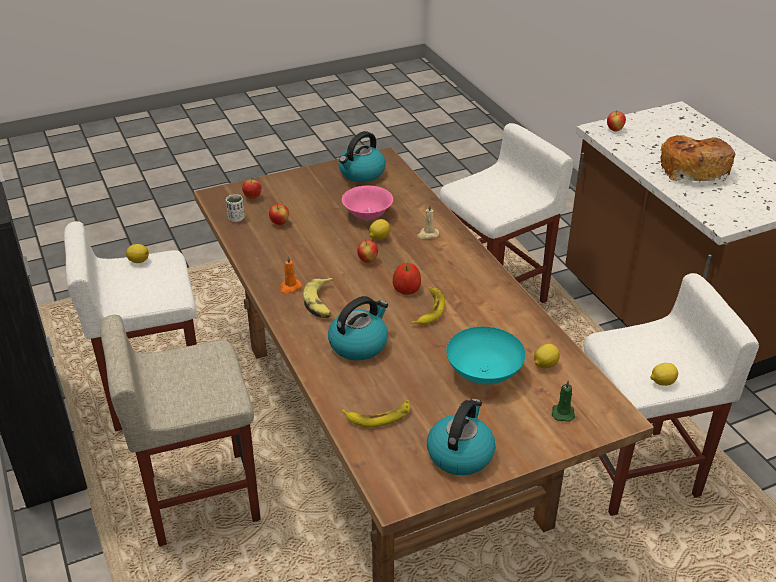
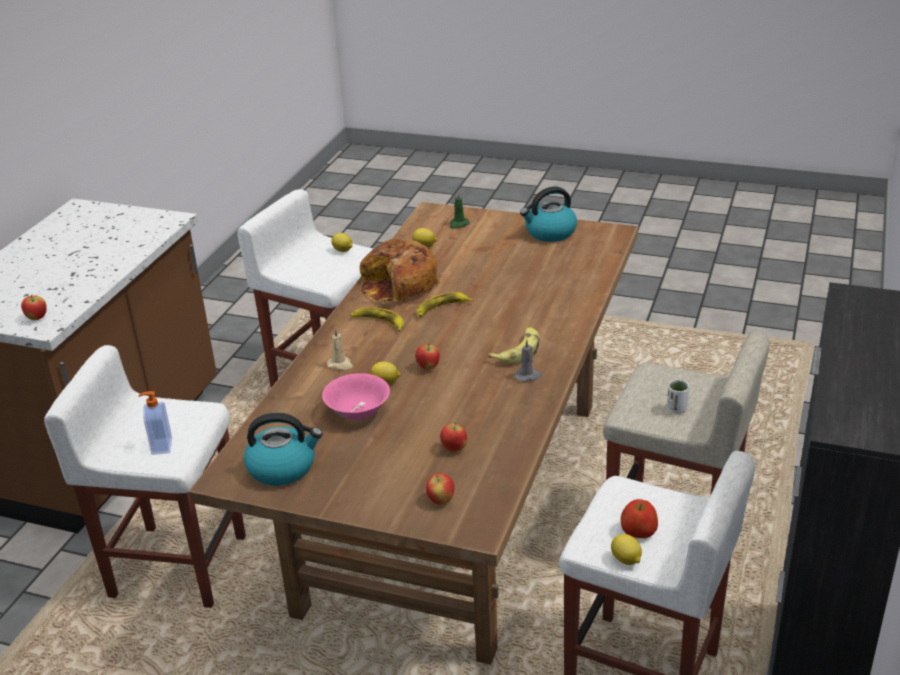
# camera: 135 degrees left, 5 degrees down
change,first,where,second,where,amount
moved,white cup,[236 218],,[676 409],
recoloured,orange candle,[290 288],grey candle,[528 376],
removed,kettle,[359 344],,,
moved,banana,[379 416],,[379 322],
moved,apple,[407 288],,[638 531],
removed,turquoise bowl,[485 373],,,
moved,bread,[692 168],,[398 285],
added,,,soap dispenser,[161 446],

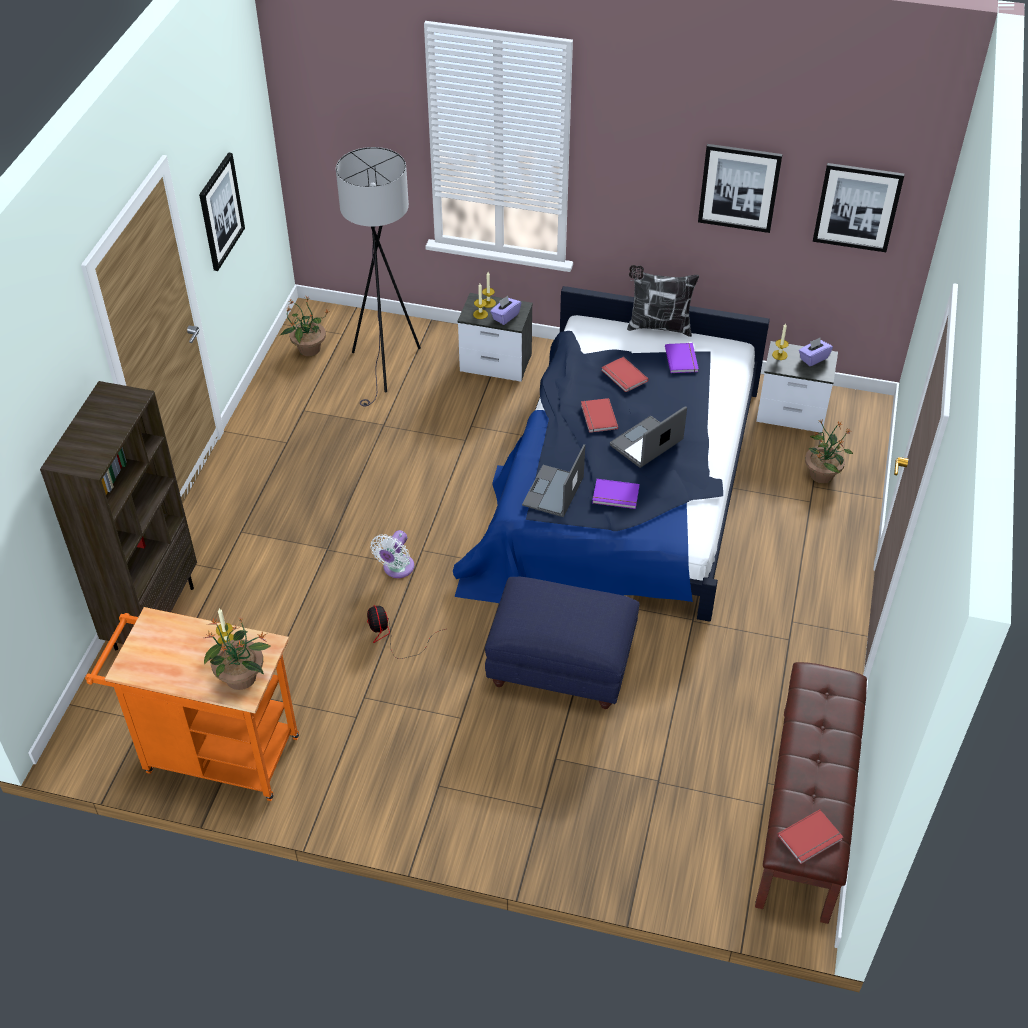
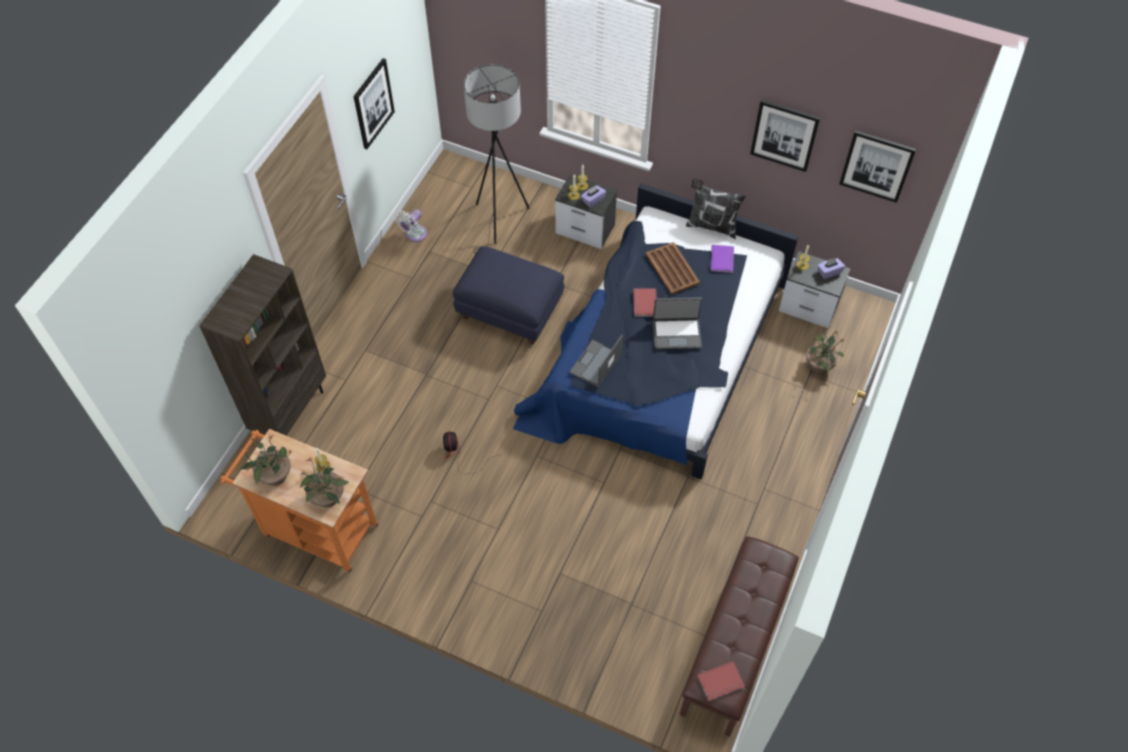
# camera: 10 degrees right, 10 degrees up
change,first,where,second,where,amount
moved,potted plant,[308 349],,[274 476],
moved,white fan,[396 569],,[414 235],
moved,blue ottoman,[562 666],,[511 311],
removed,purple book,[615 496],,,
replaced,red book,[623 376],brown tray,[672 269],
turned,laptop,[647 444],,[676 333],150 degrees counterclockwise

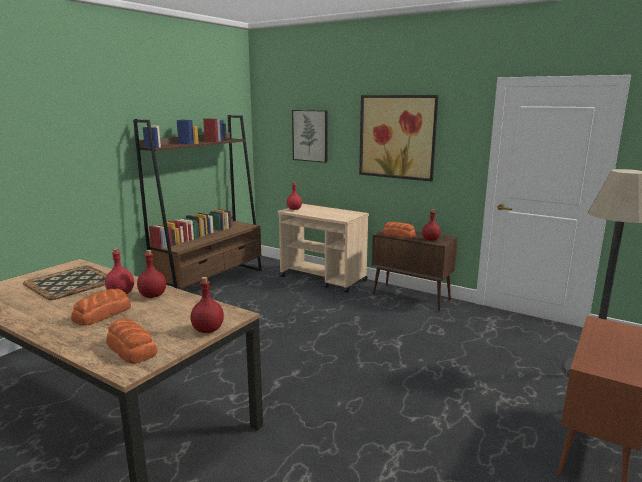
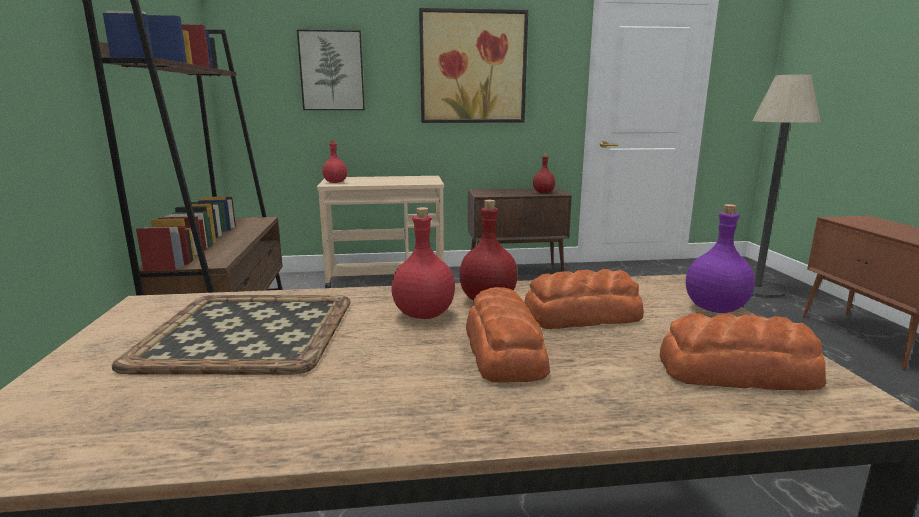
# camera: 40 degrees left, 0 degrees up
change,first,where,second,where,amount
recoloured,red bottle,[207 330],purple bottle,[714 308],
moved,bread,[398 235],,[580 316],

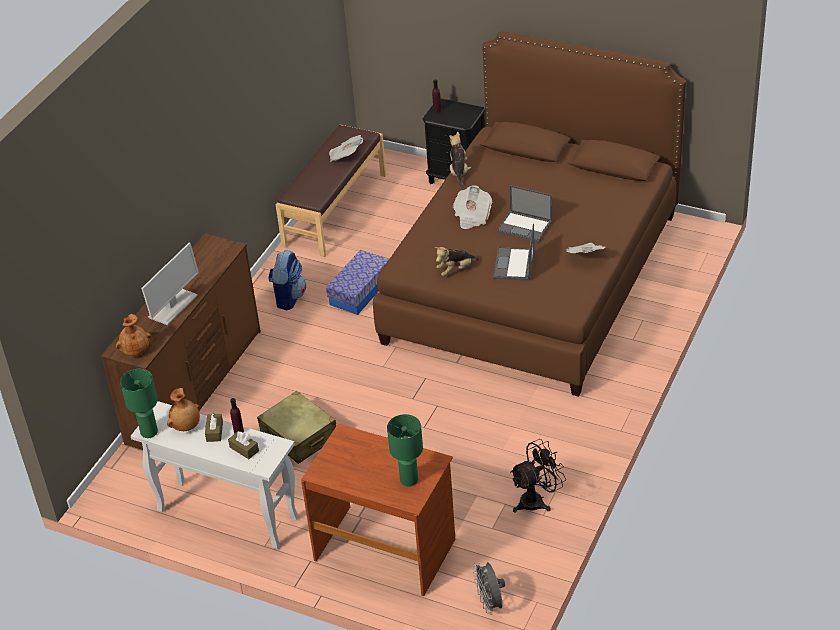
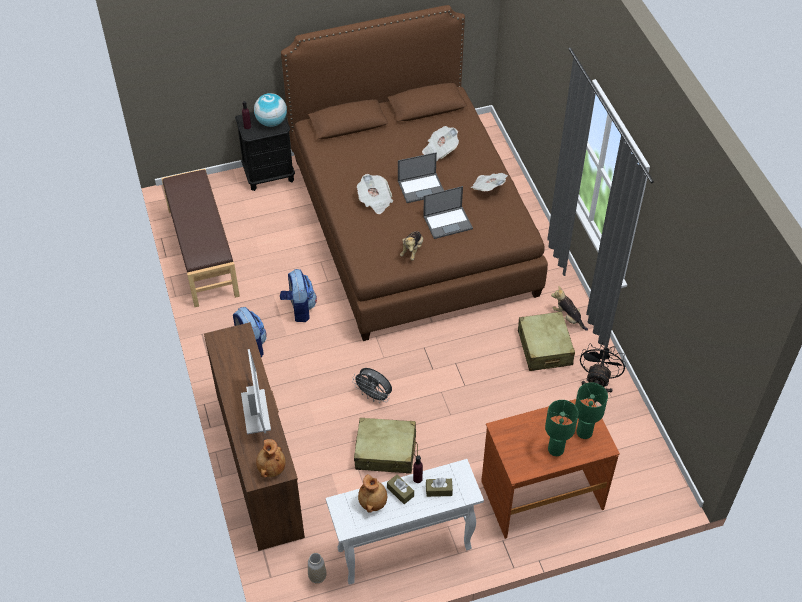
# camera: 45 degrees left, 10 degrees up
change,first,where,second,where,amount
moved,green table lamp,[149 432],,[556 449],
replaced,storage box,[360 291],backpack,[299 308],
moved,newspaper,[345 156],,[440 150],
moved,plush toy,[459 172],,[568 317],
moved,grey fan,[490 603],,[374 396],
turned,laptop,[514 265],,[448 222],75 degrees counterclockwise
added,,,globe,[271 122],
added,,,vase,[317 577],
added,,,beige suitcase,[544 348],

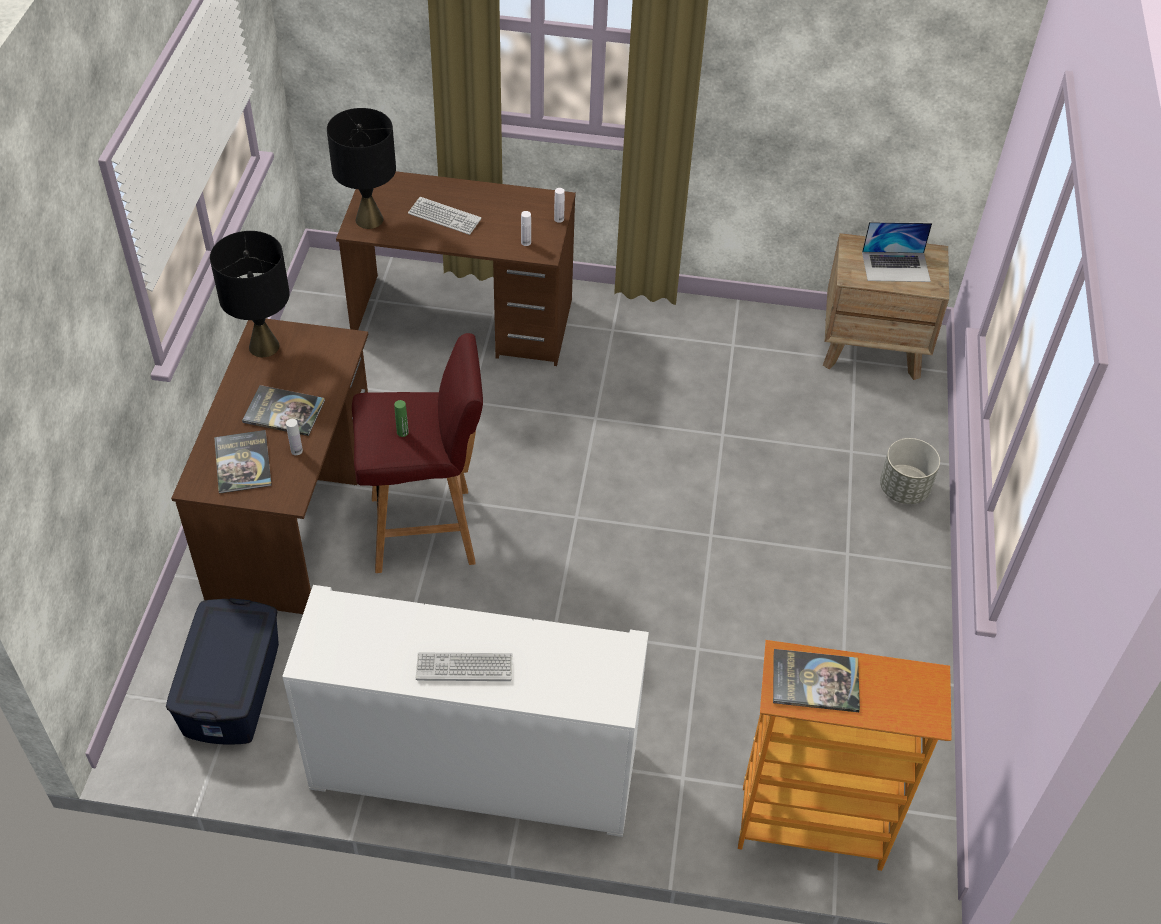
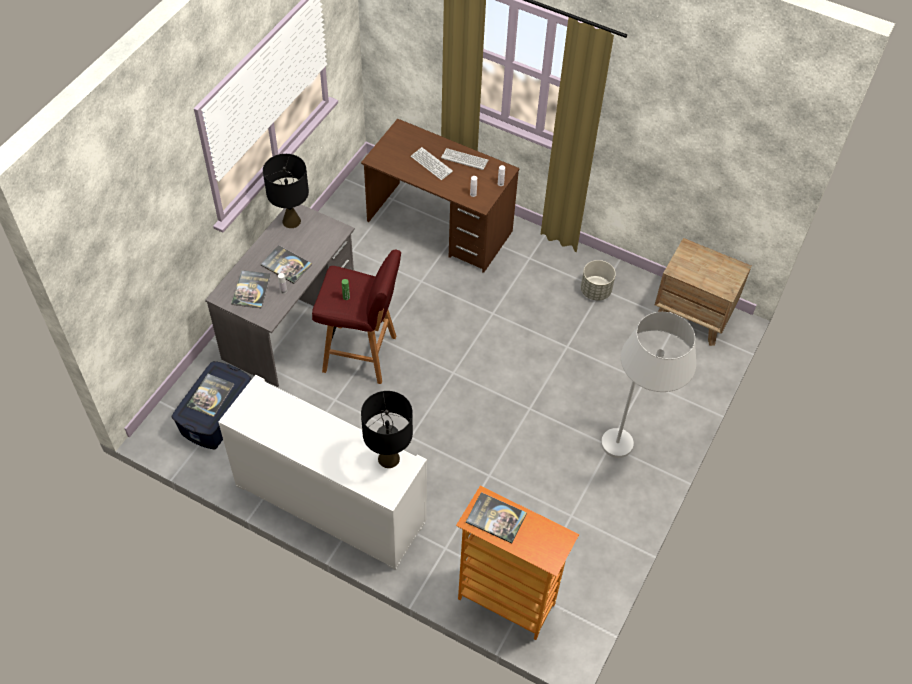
# camera: 20 degrees right, 5 degrees up
change,first,where,second,where,amount
recoloured,brown desk,[293 514],grey desk,[290 322],
moved,black table lamp,[369 219],,[389 458],
moved,keyboard,[464 667],,[464 159],
removed,laptop,[896 266],,,
moved,grey planter,[904 489],,[596 291],
added,,,book,[210 395],
added,,,white floor lamp,[629 456],

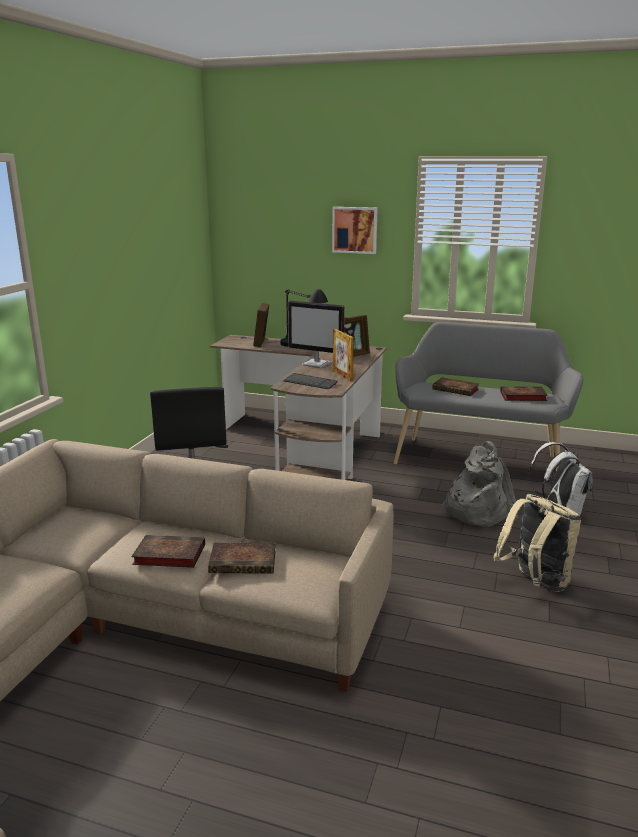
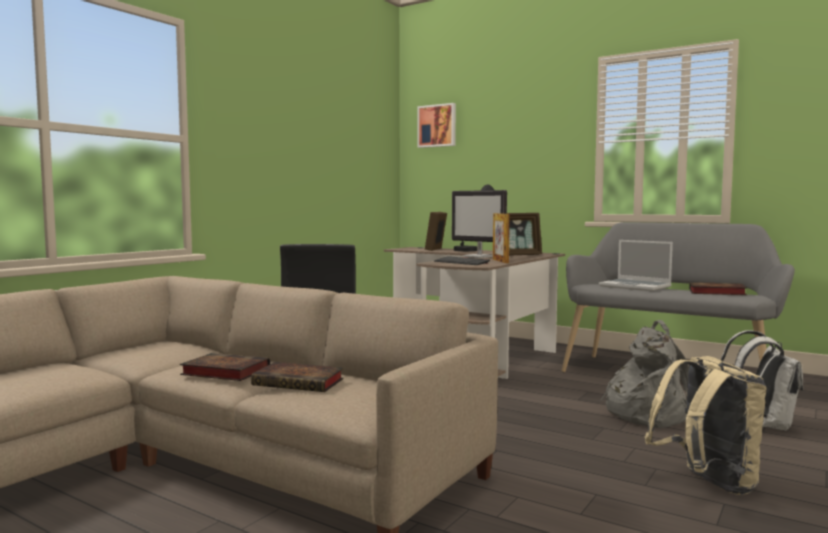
# camera: 15 degrees right, 15 degrees down
change,first,where,second,where,amount
moved,picture,[355 230],,[437 126],
replaced,book,[456 389],laptop,[636 286],

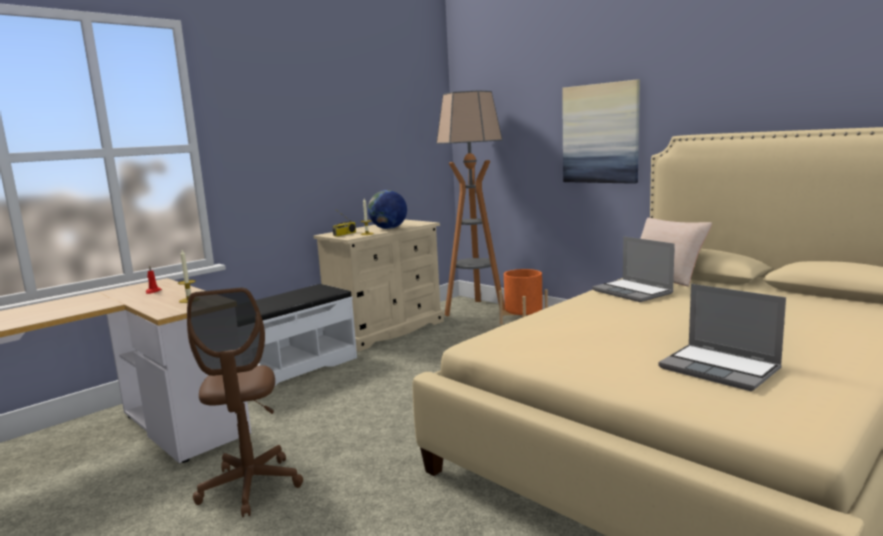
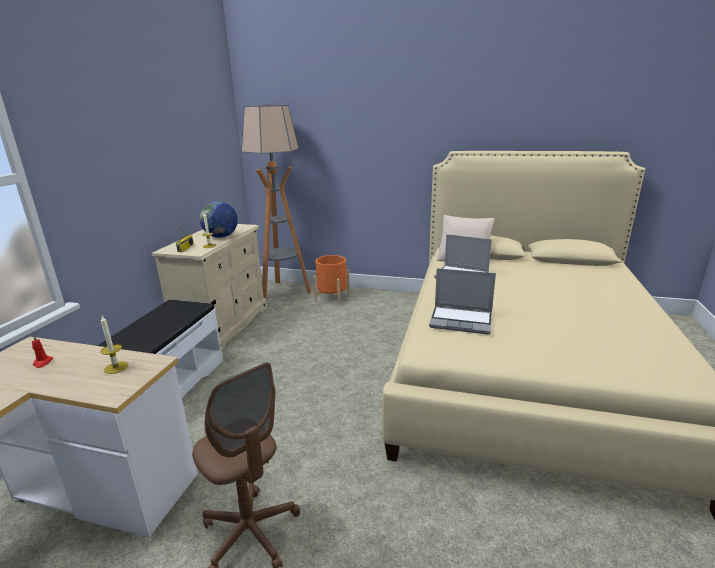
# camera: 30 degrees left, 10 degrees up
change,first,where,second,where,amount
removed,picture,[600 133],,,
moved,laptop,[721 369],,[462 321],

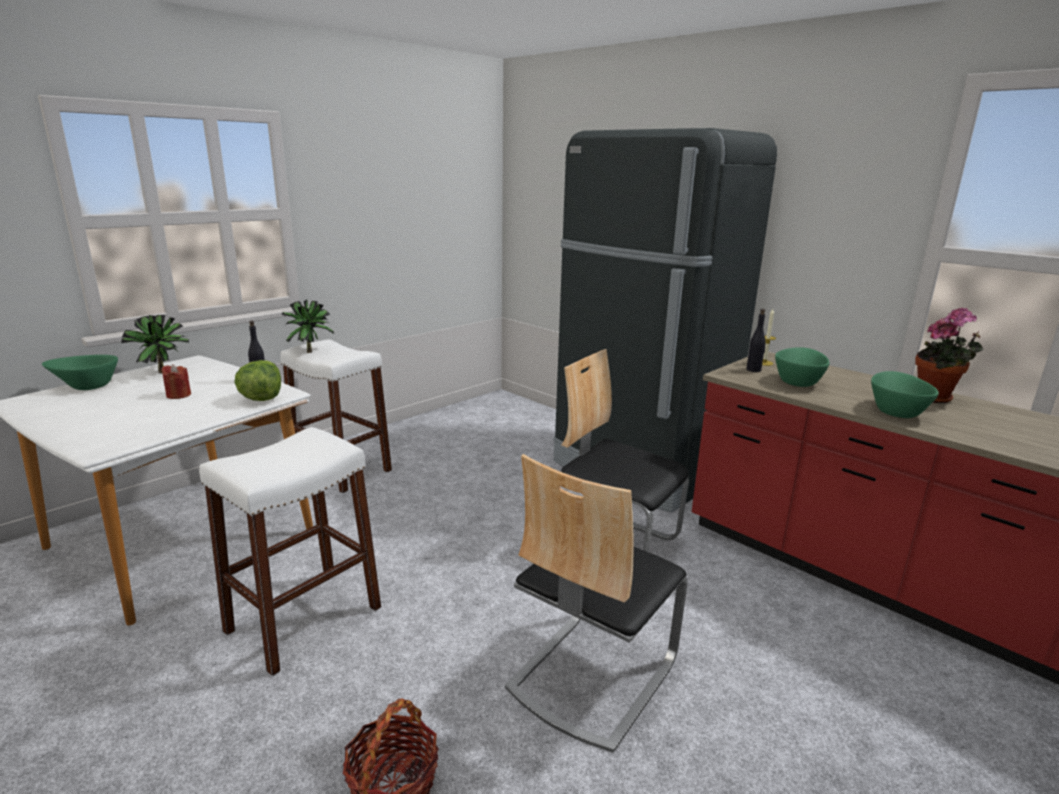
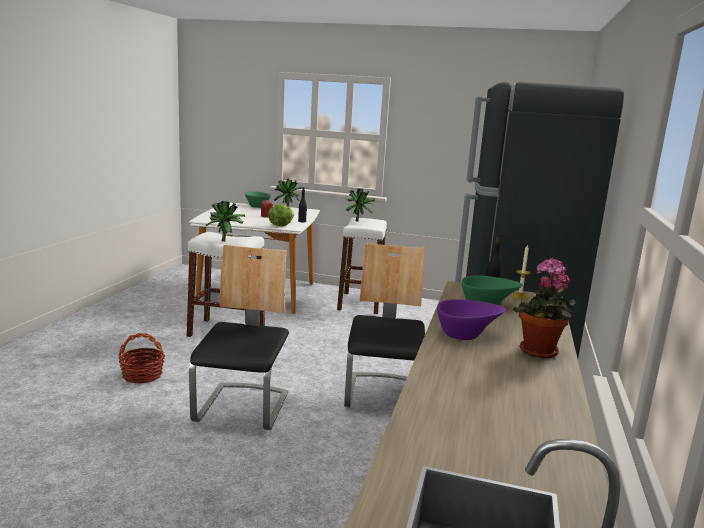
# camera: 60 degrees right, 5 degrees down
change,first,where,second,where,amount
turned,chair,[591 674],,[243 407],90 degrees clockwise
recoloured,green bowl,[896 411],purple bowl,[466 335],
added,,,potted plant,[226 241],

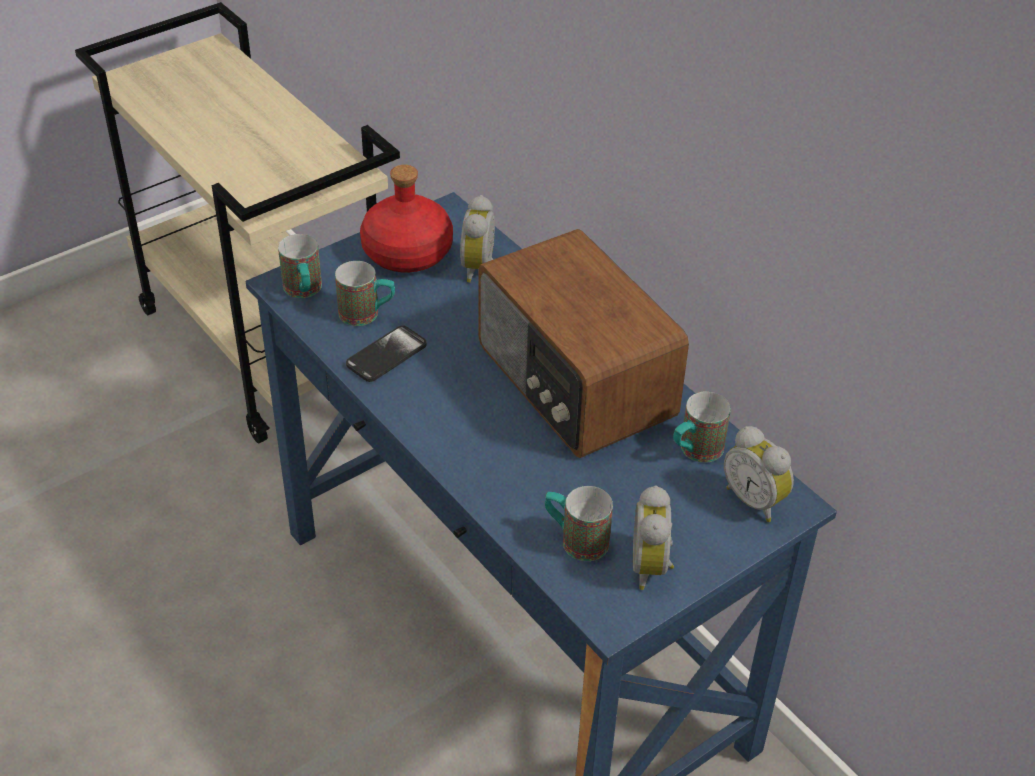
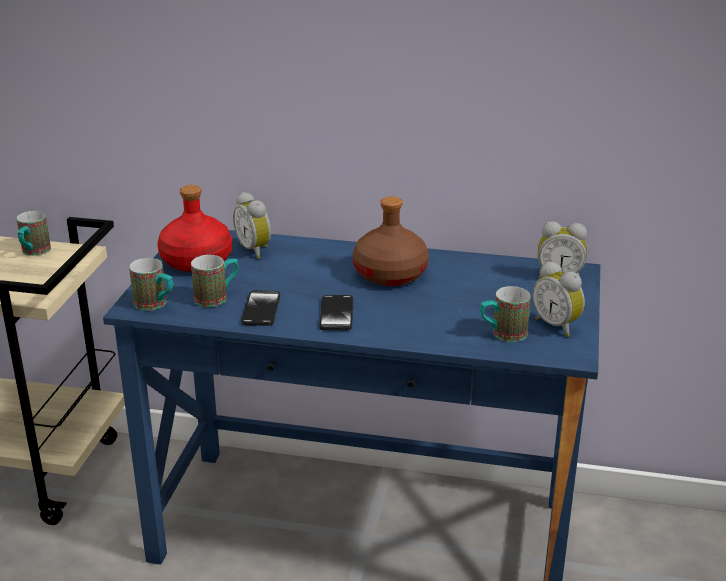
# camera: 40 degrees left, 15 degrees down
change,first,where,second,where,amount
replaced,radio,[573 382],brown bottle,[391 274],
moved,mug,[694 452],,[33 252],
added,,,phone,[336 314],

